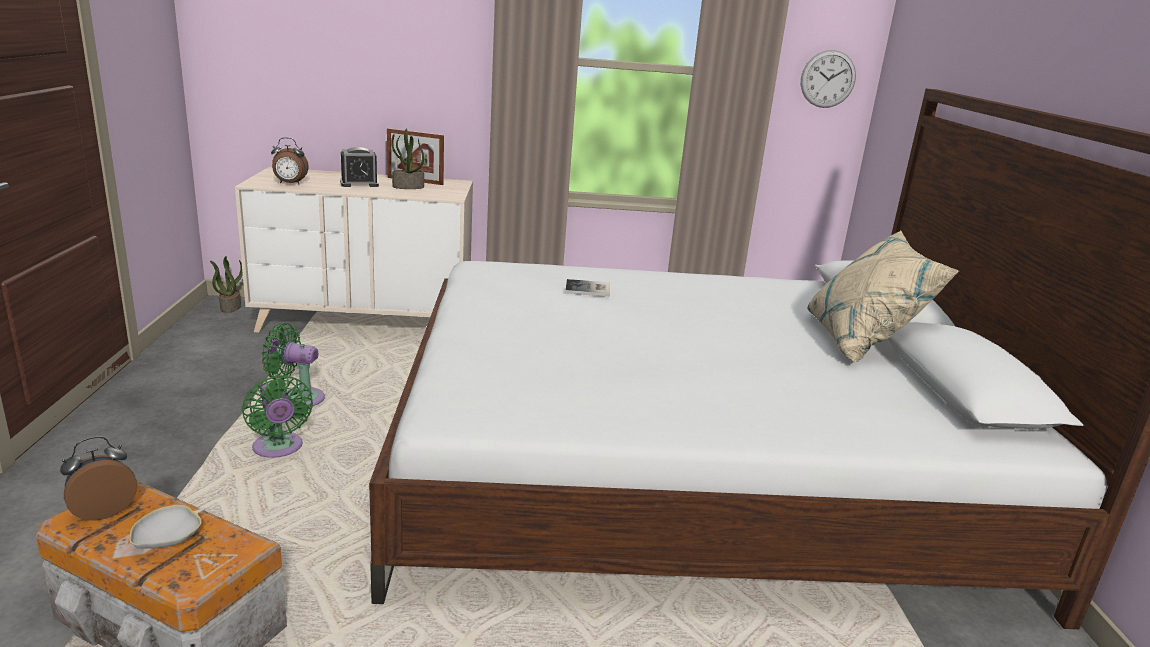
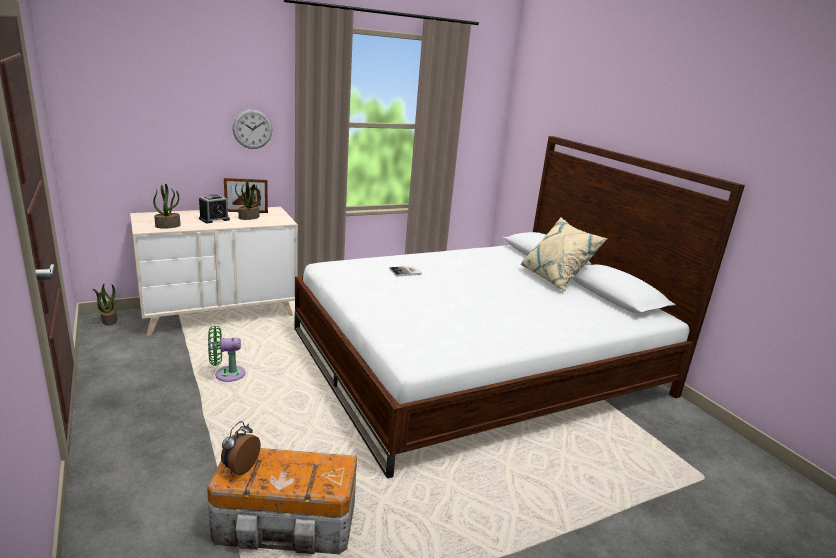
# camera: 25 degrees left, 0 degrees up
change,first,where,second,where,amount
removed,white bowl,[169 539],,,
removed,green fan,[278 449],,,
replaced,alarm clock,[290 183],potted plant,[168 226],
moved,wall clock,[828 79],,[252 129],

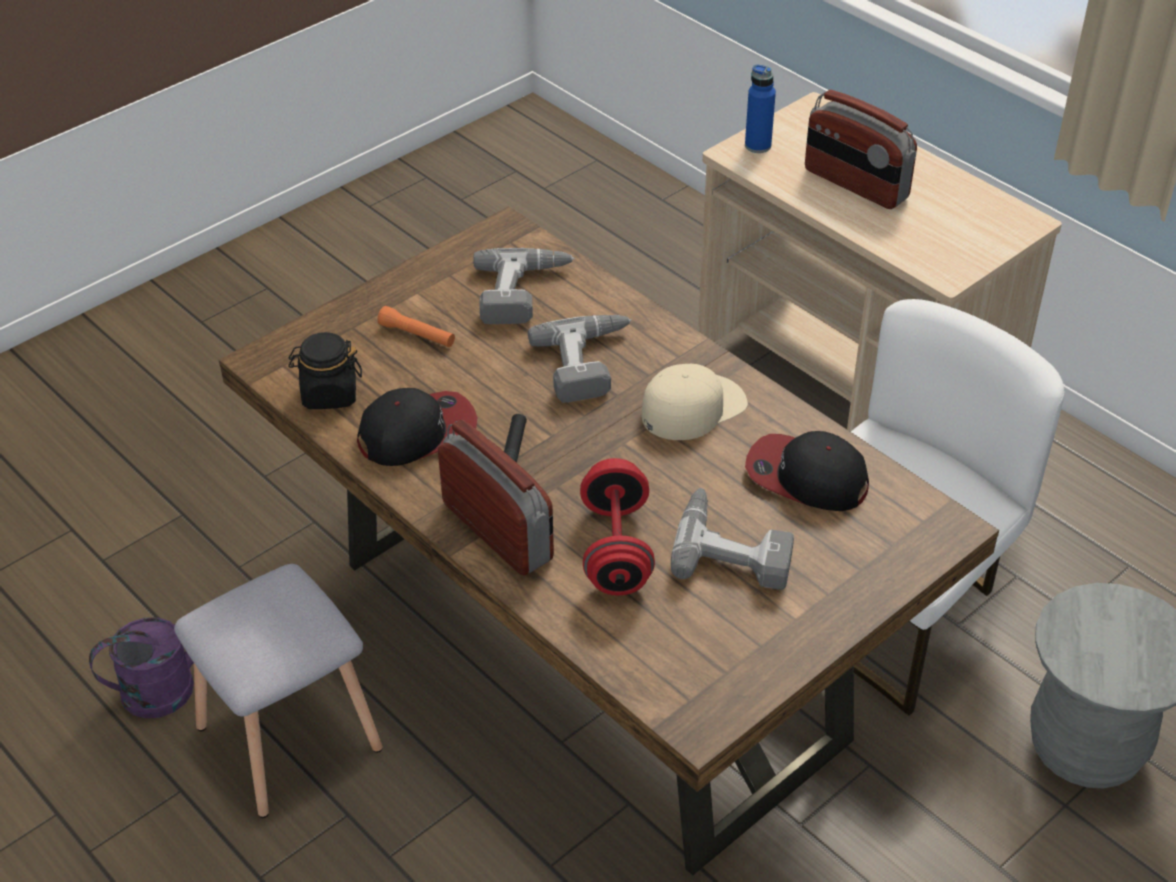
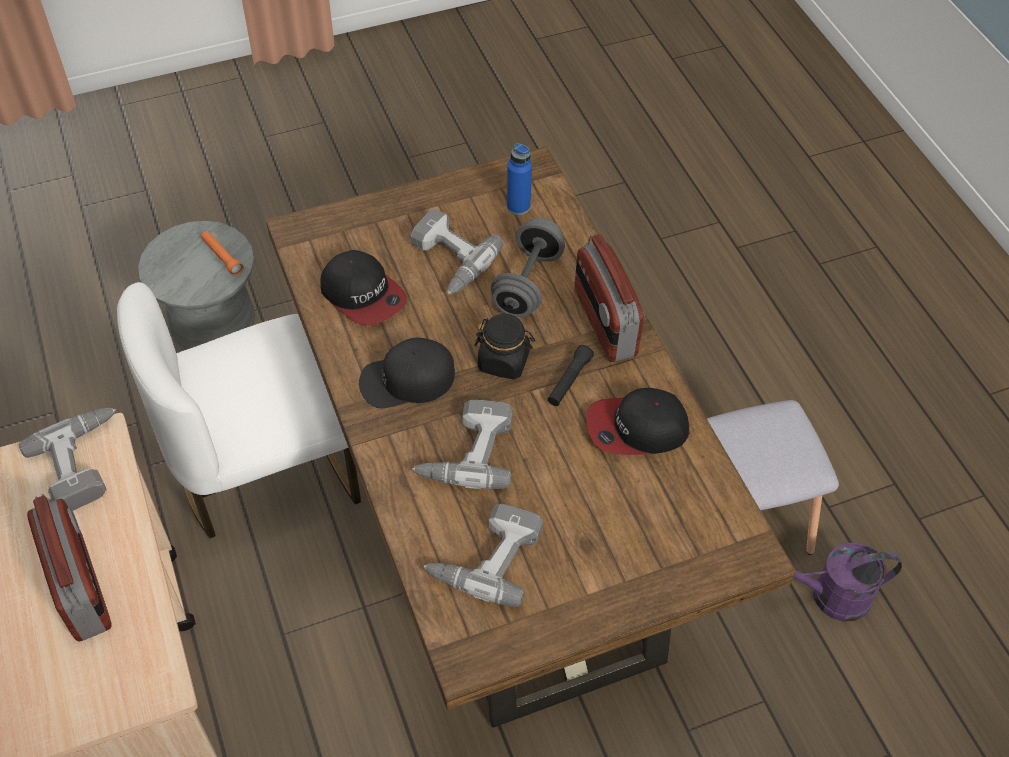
# camera: 160 degrees left, 10 degrees up
change,first,where,second,where,amount
moved,black jar,[329 394],,[504 361],
moved,orange flashlight,[417 335],,[222 257],
recoloured,red dumbbell,[616 549],grey dumbbell,[527 284],
recoloured,beige cap,[693 407],black cap,[407 380],
moved,blue bottle,[758 146],,[518 206],
added,,,power drill,[84 463],

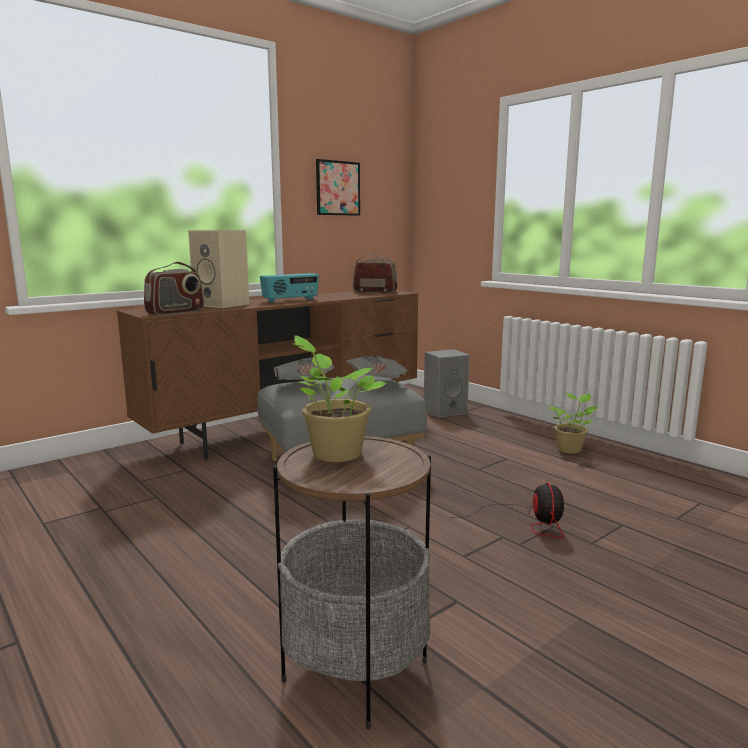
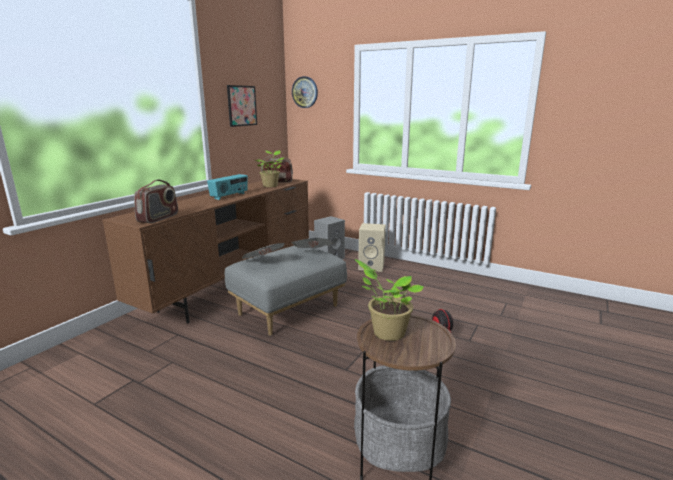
# camera: 20 degrees left, 5 degrees up
change,first,where,second,where,amount
moved,beige speaker,[223 304],,[372 266],
moved,potted plant,[570 449],,[271 185],
added,,,wall clock,[305 92],

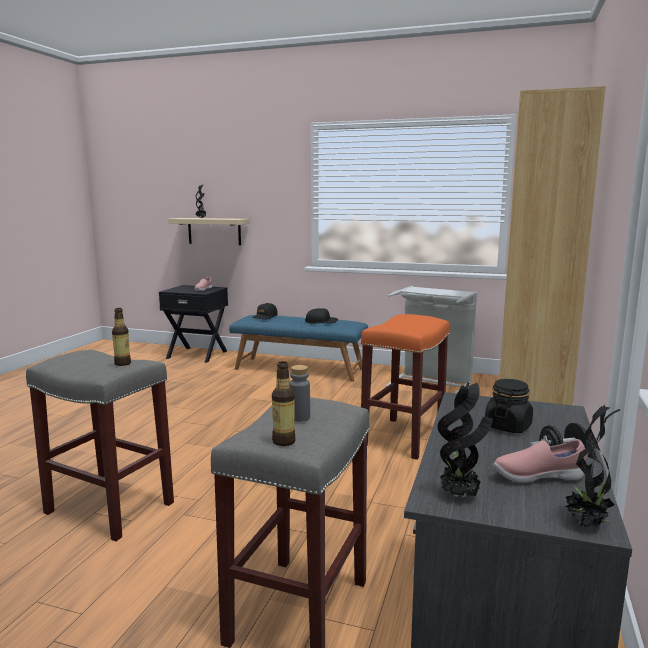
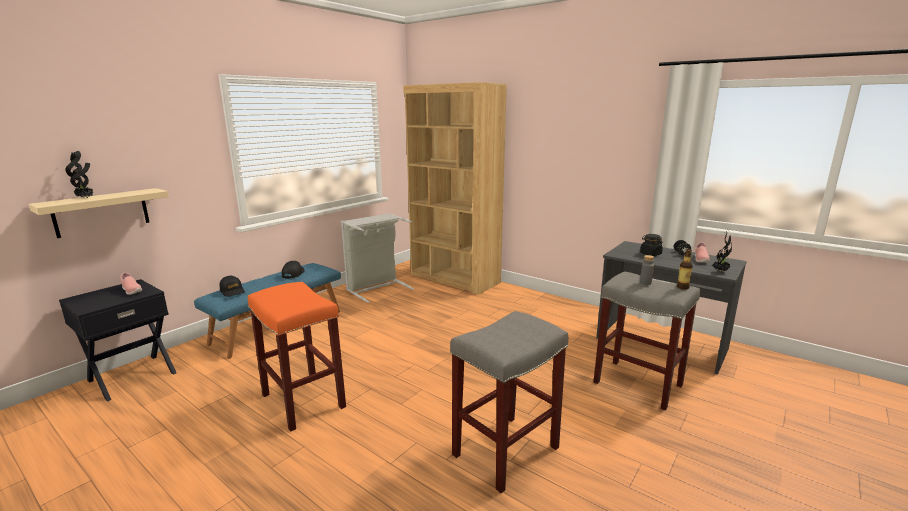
# camera: 70 degrees left, 5 degrees up
change,first,where,second,where,amount
removed,bottle,[122 363],,,
moved,orange stool,[403 437],,[302 400],
removed,potted plant,[586 525],,,

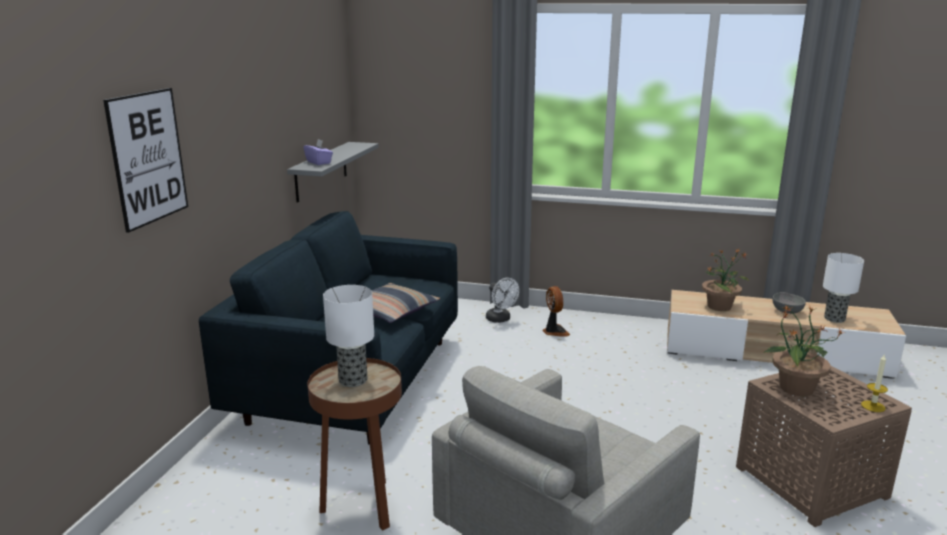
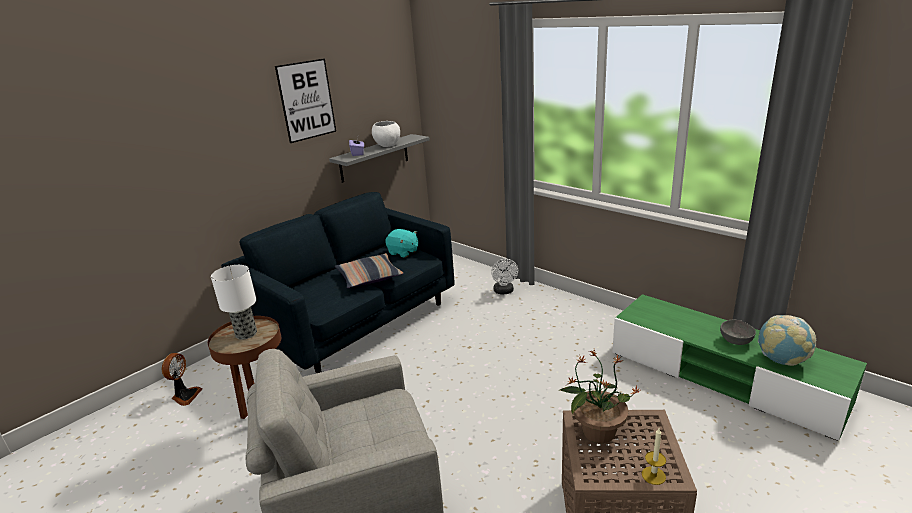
# camera: 30 degrees right, 5 degrees up
change,first,where,second,where,amount
moved,picture,[148 158],,[306 100],
moved,fan,[554 331],,[185 396],
recoloured,beige tv stand,[773 353],green tv stand,[723 377],
removed,potted plant,[720 306],,,
replaced,table lamp,[834 319],globe,[781 360],
added,,,white bowl,[387 145],
added,,,turquoise plush toy,[403 252],

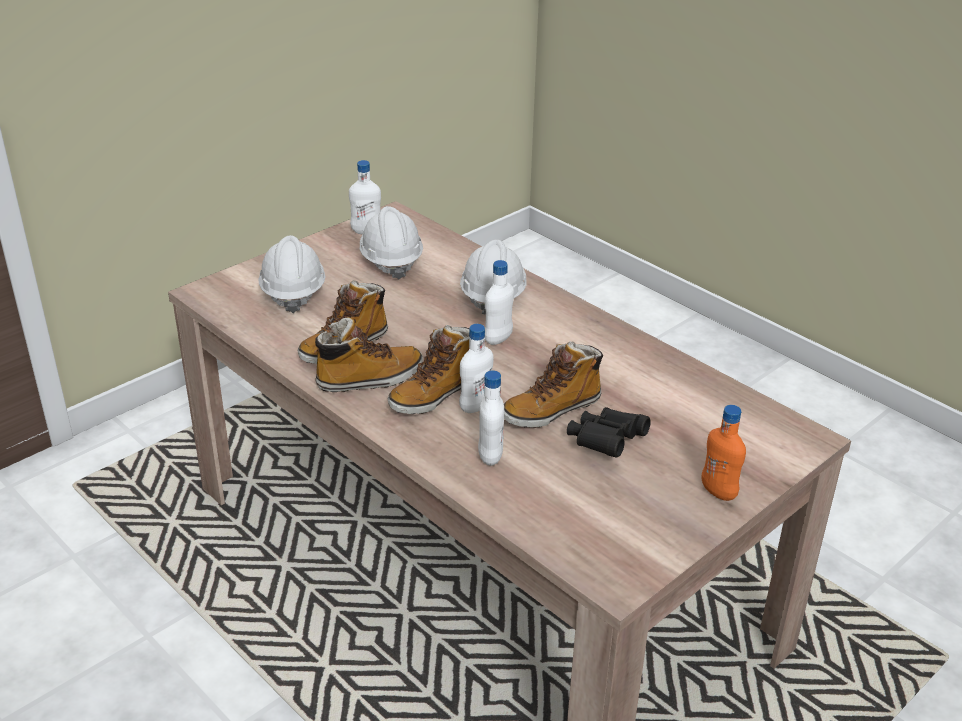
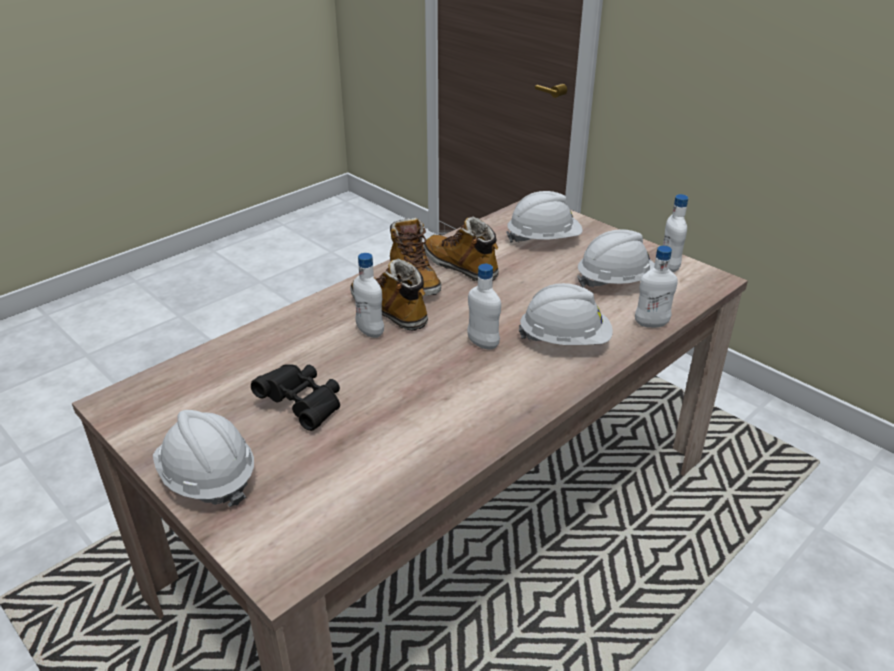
# camera: 90 degrees right, 0 degrees up
change,first,where,second,where,amount
moved,white bottle,[490 456],,[651 324],
removed,boot,[552 410],,,
replaced,orange bottle,[718 492],white hard hat,[208 478],

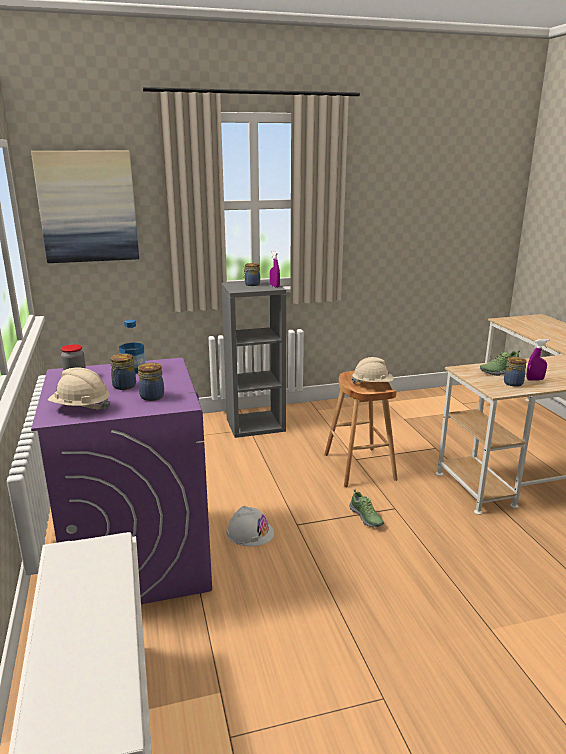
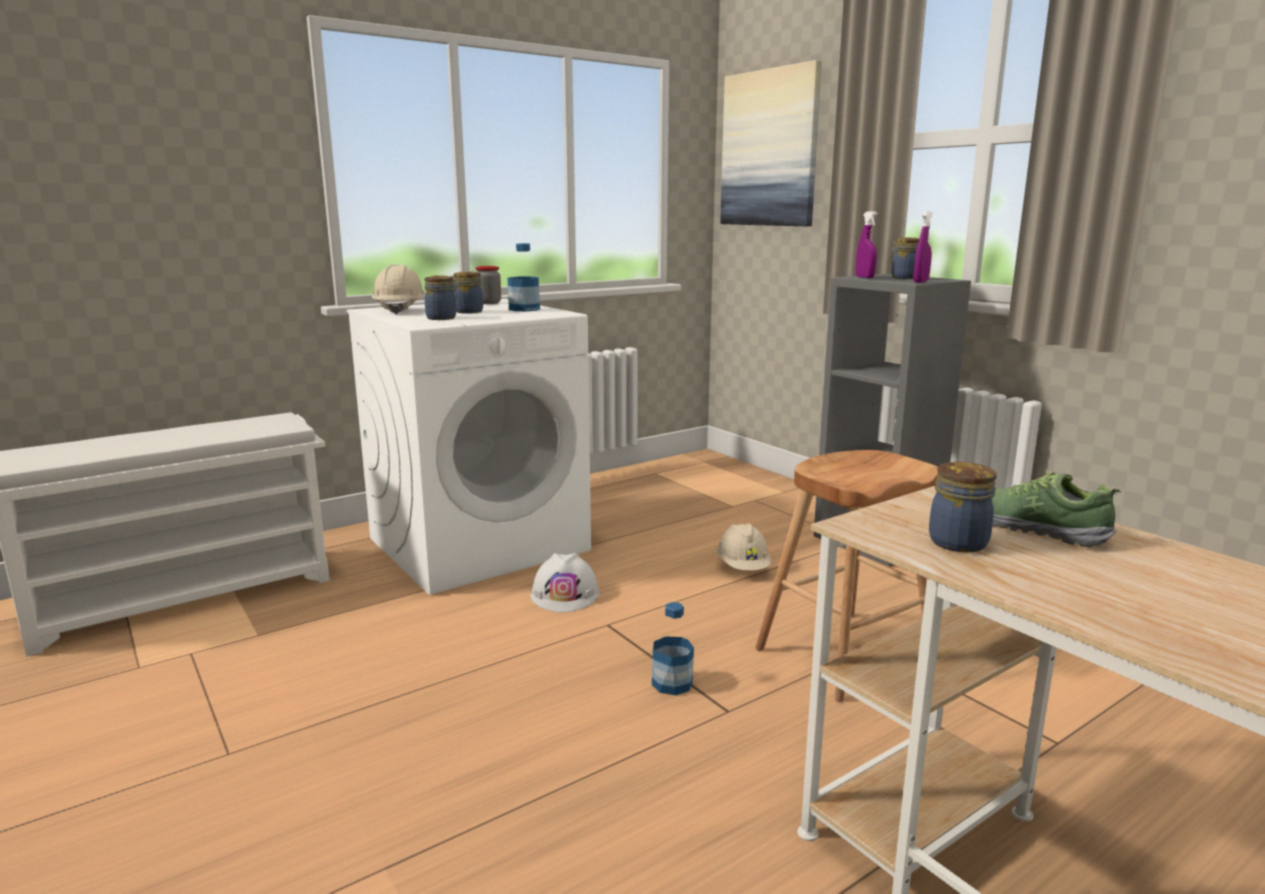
# camera: 70 degrees right, 5 degrees down
change,first,where,second,where,amount
recoloured,purple washing machine,[138 557],white washing machine,[479 544],
replaced,shoe,[366 517],bottle,[672 683],
moved,beige hard hat,[372 384],,[743 568],
moved,purple spray bottle,[535 380],,[864 277],

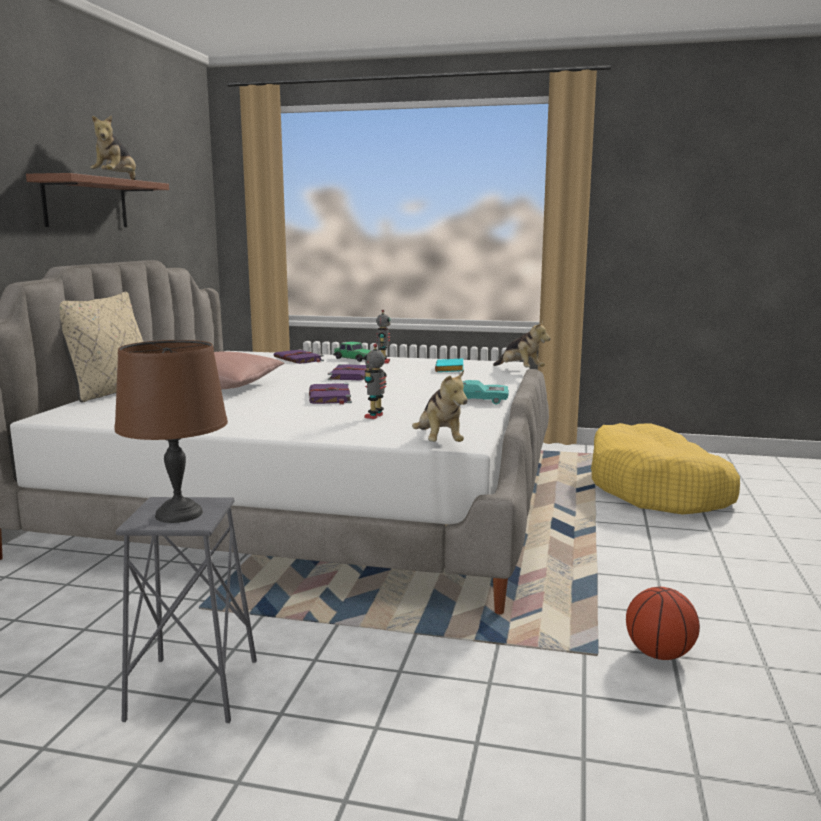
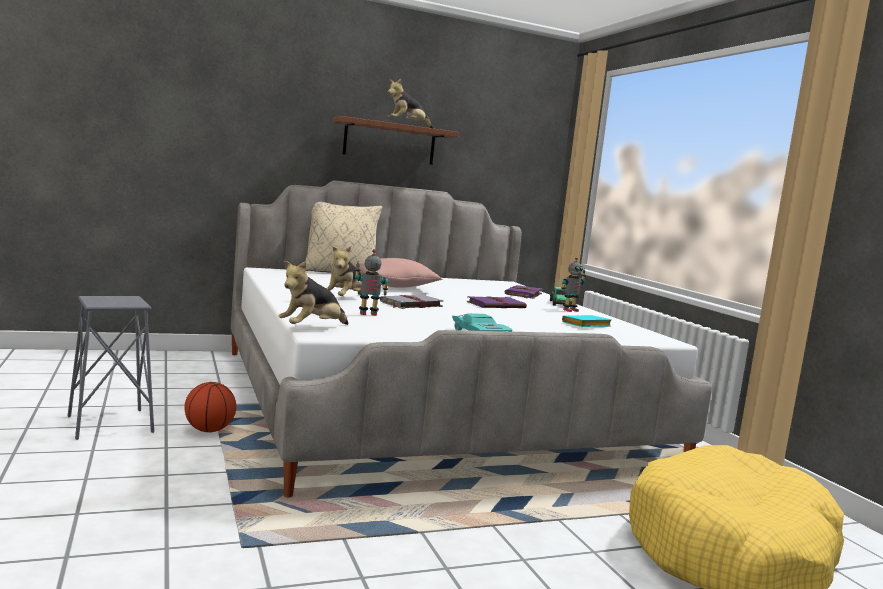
# camera: 55 degrees right, 5 degrees down
change,first,where,second,where,amount
removed,brown table lamp,[178 513],,,
recoloured,purple book,[330 397],grey book,[410 304],
moved,plush toy,[520 370],,[345 299],
moved,basketball,[659 654],,[209 430],

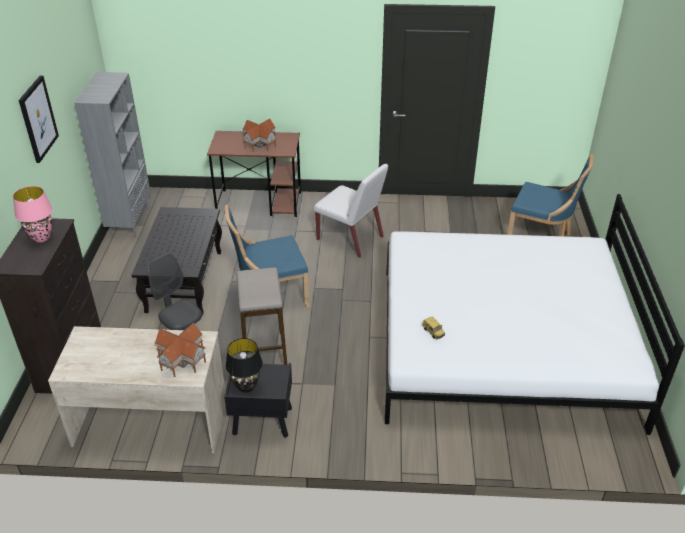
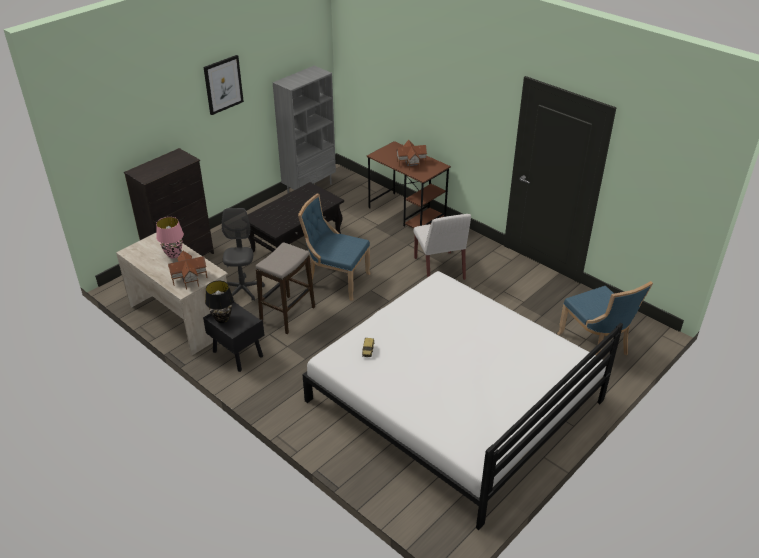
# camera: 40 degrees right, 0 degrees up
change,first,where,second,where,amount
moved,pink table lamp,[41 238],,[173 255],

